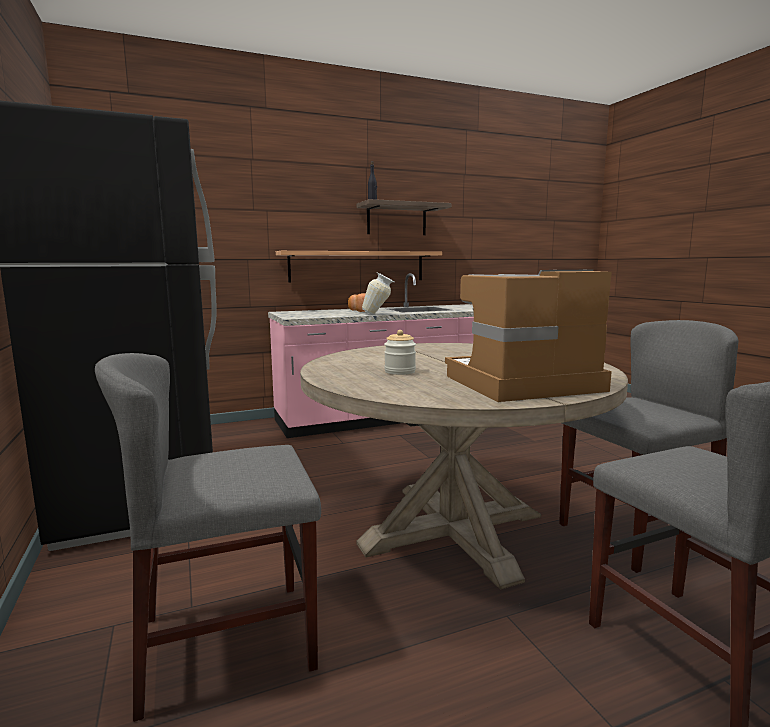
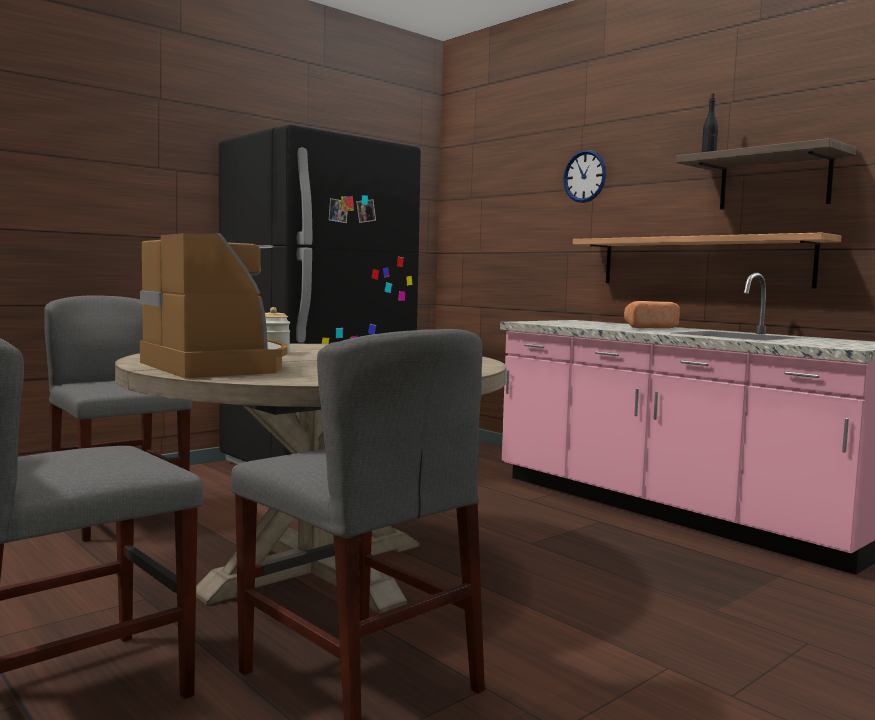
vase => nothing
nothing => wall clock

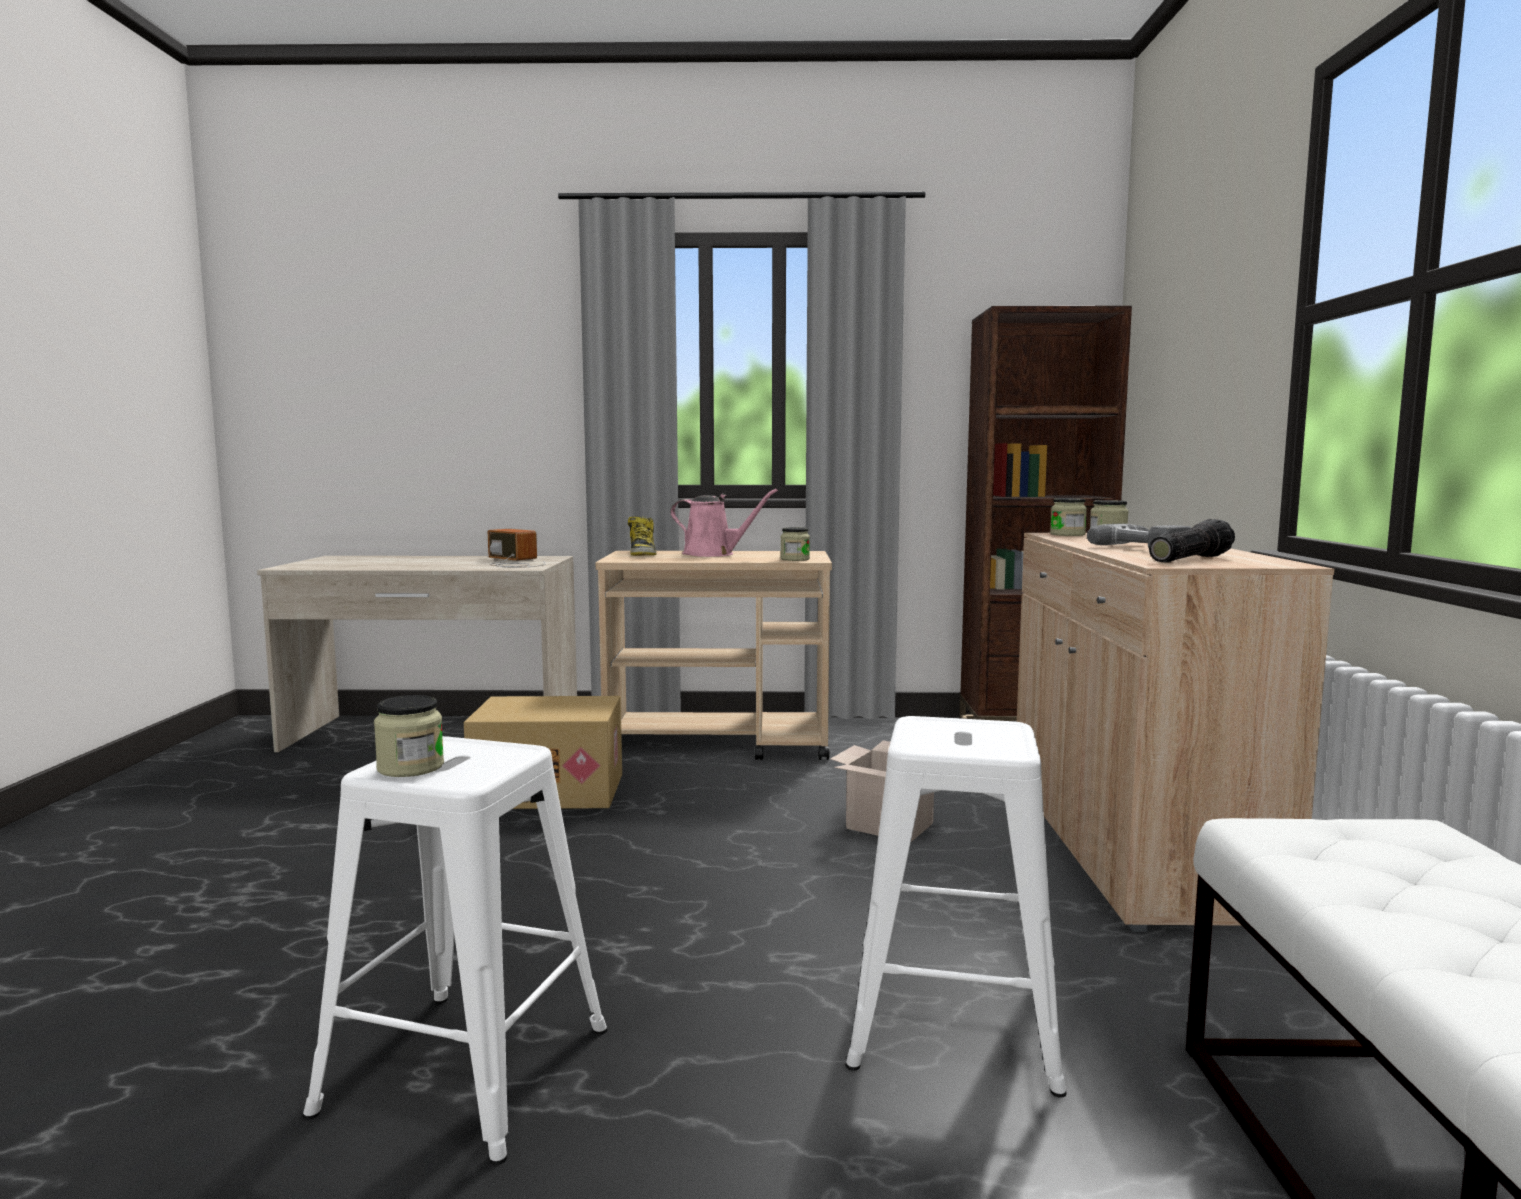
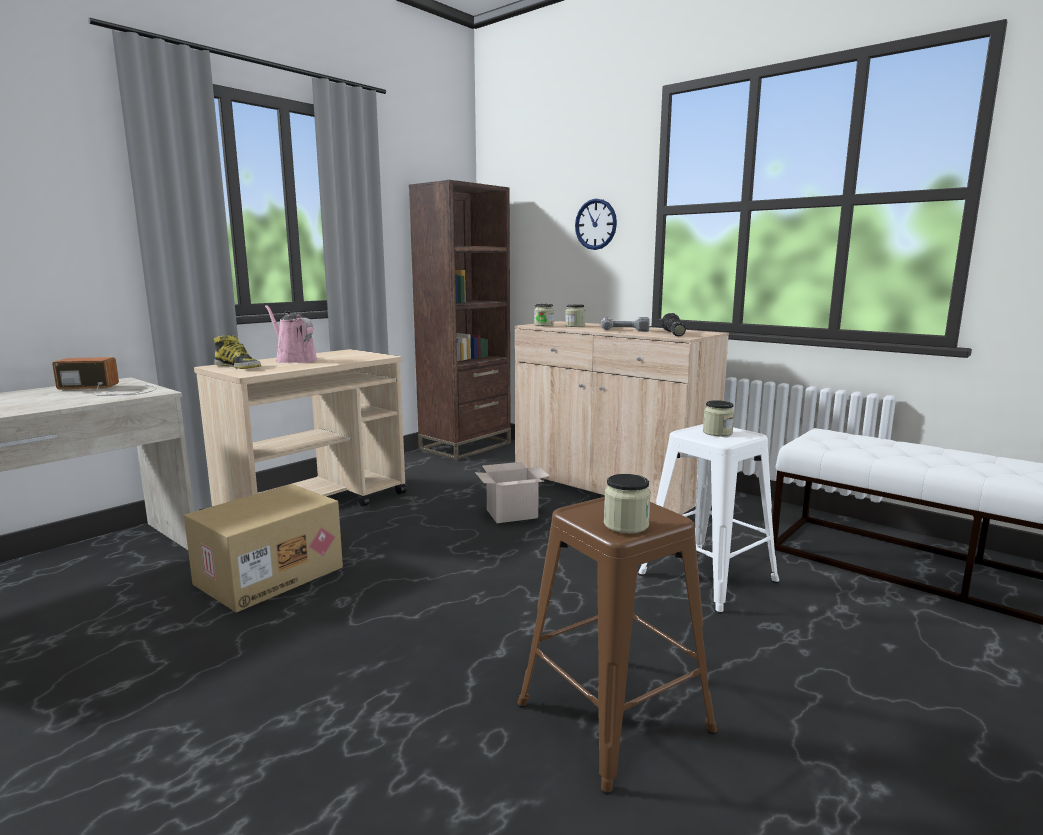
nothing => wall clock
jar (no. 2 from left in the first image) => jar (no. 4 from left), relocated
stool (white) (no. 1 from left) => stool (brown)
watering can (pink), 105 degrees counterclockwise

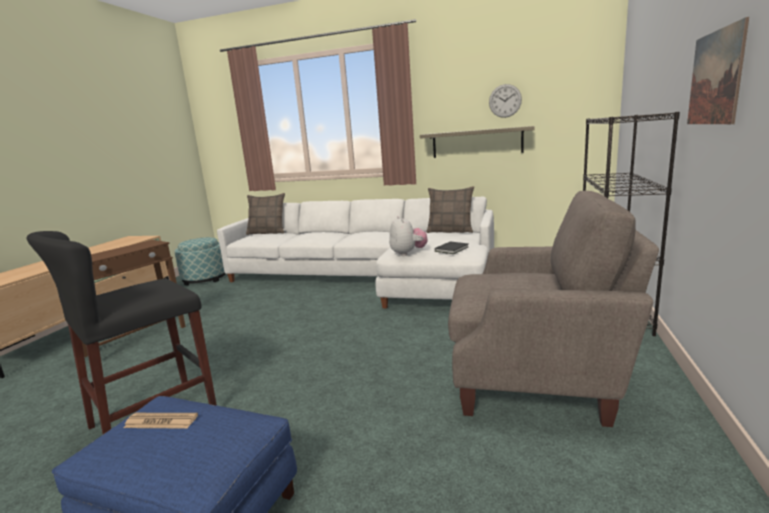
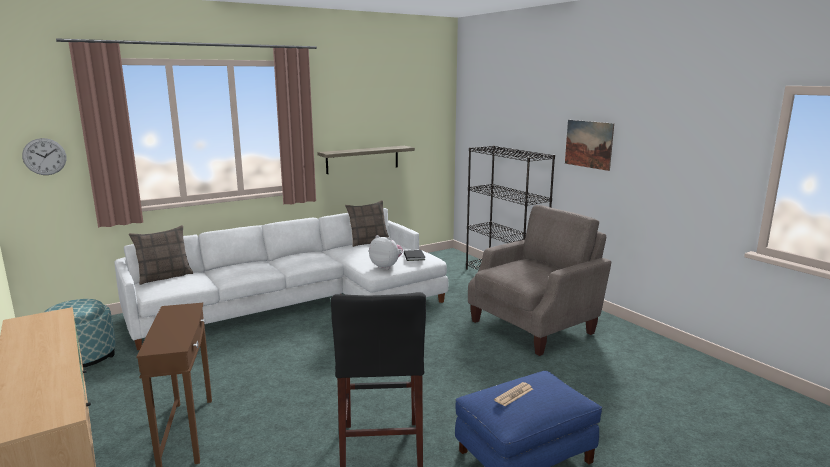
wall clock, relocated

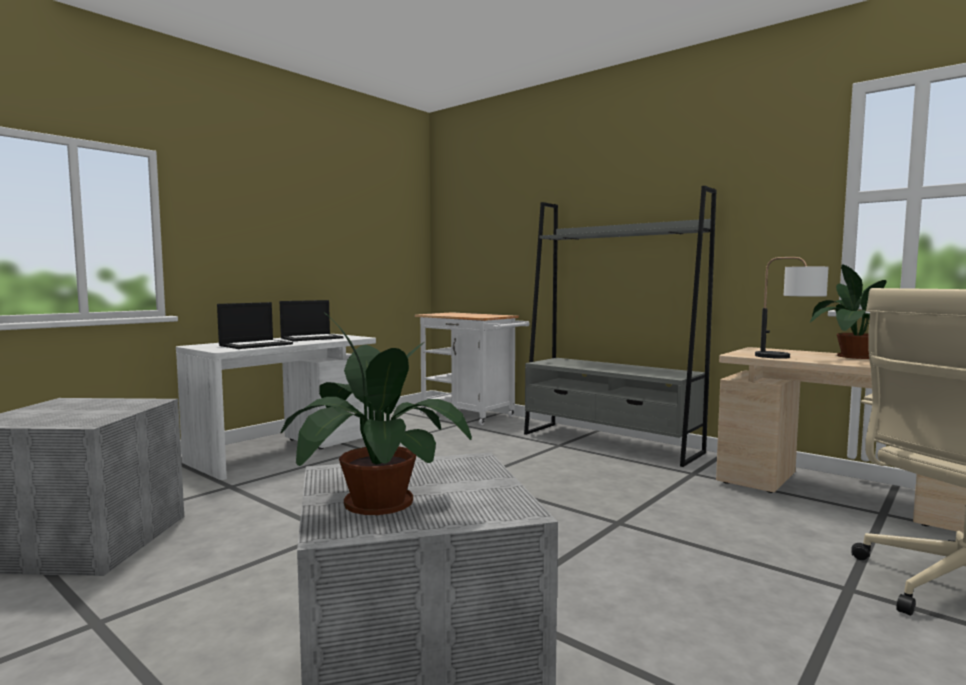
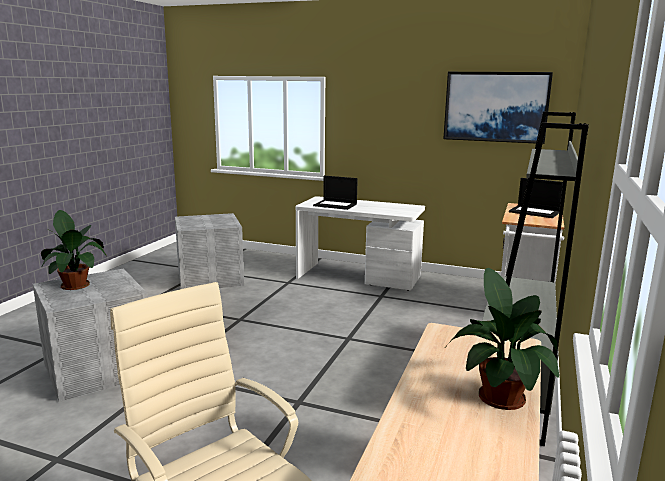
table lamp => nothing
nothing => picture
laptop (no. 2 from left), relocated

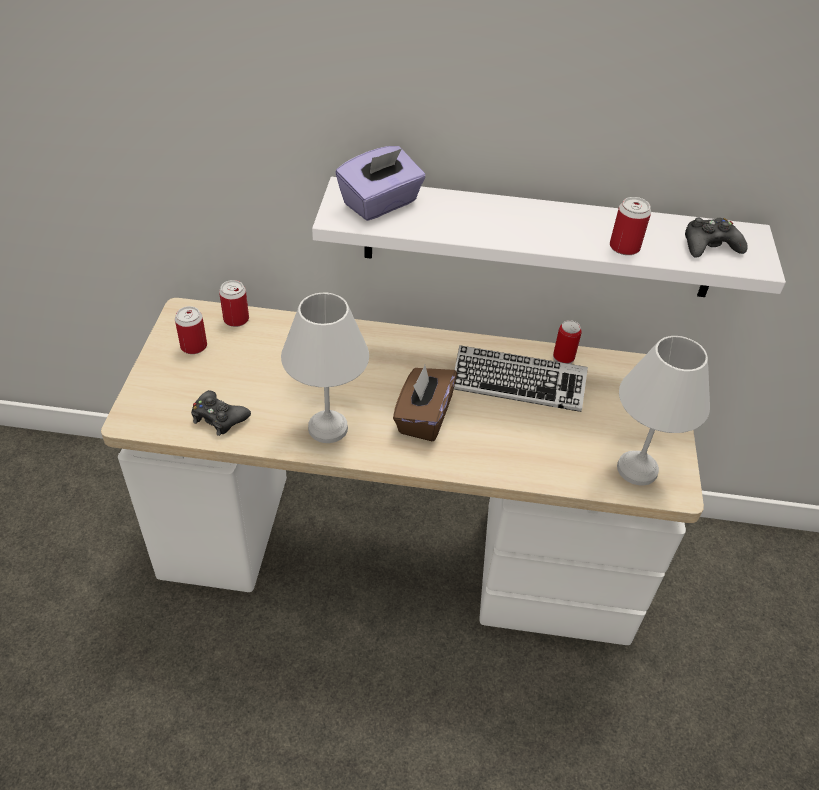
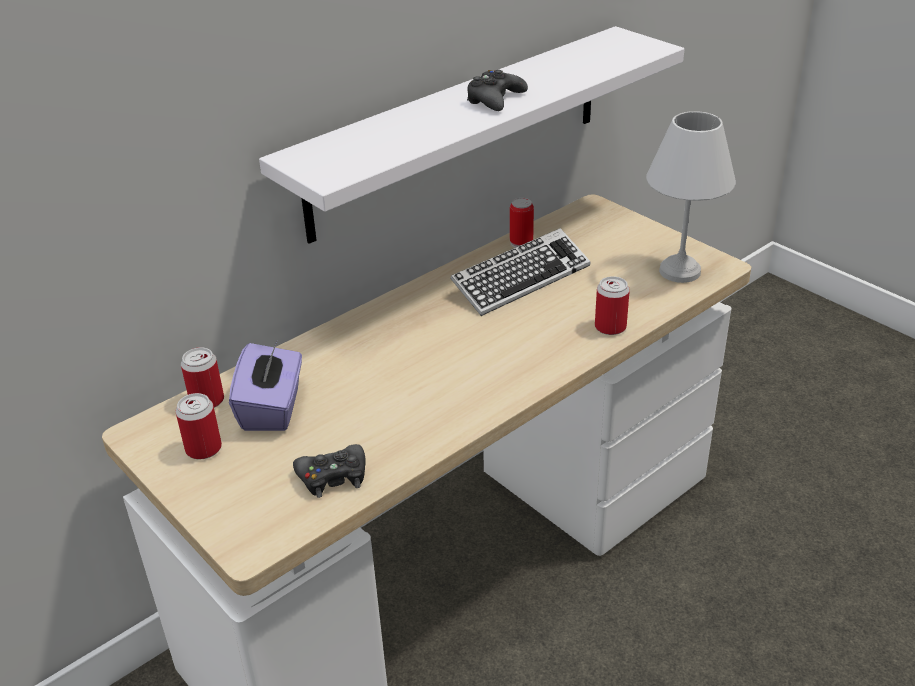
table lamp (white) (no. 1 from left) => nothing
tissue box (brown) => nothing
tissue box (purple), relocated
can (no. 4 from left), relocated
game controller (black) (no. 2 from left), relocated

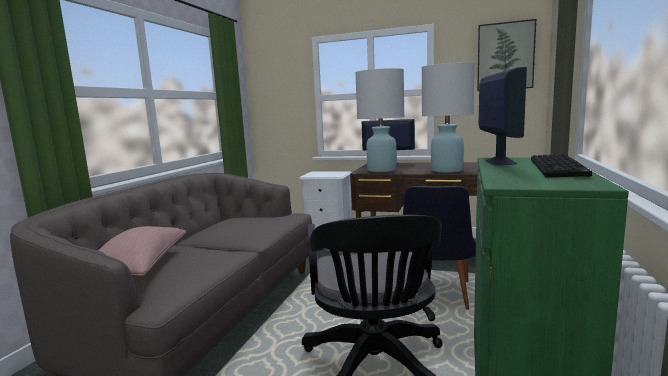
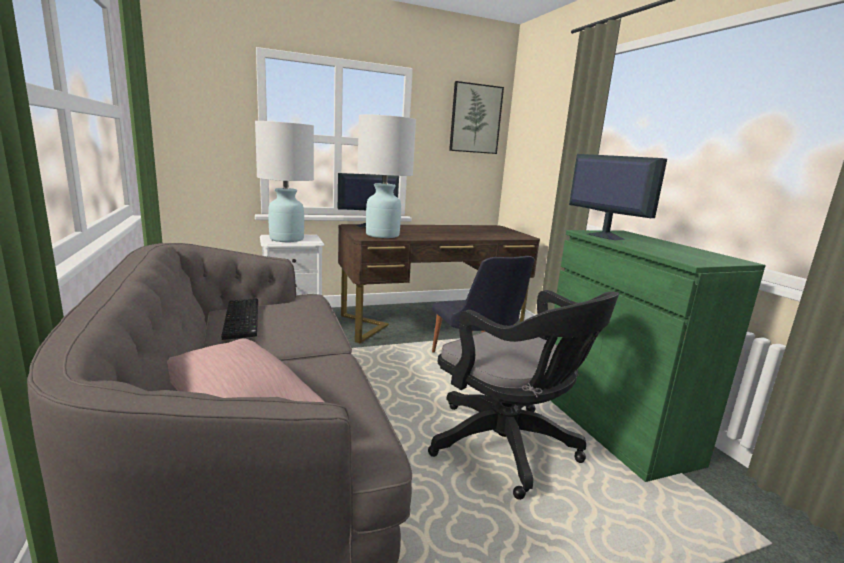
table lamp (white) (no. 2 from left in the first image) => table lamp (white) (no. 1 from left), relocated
keyboard, relocated

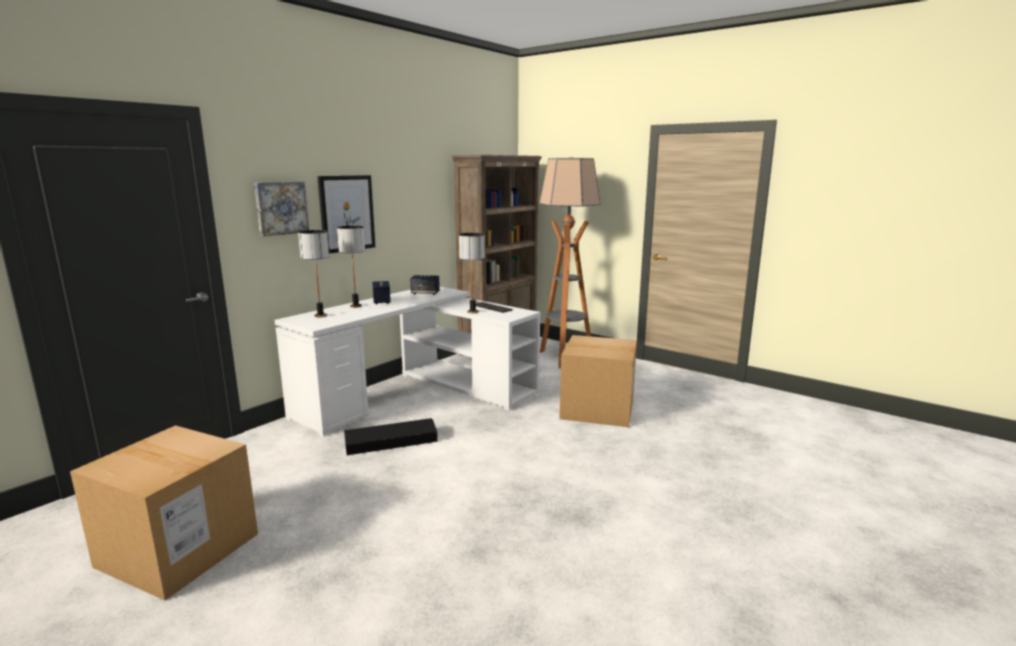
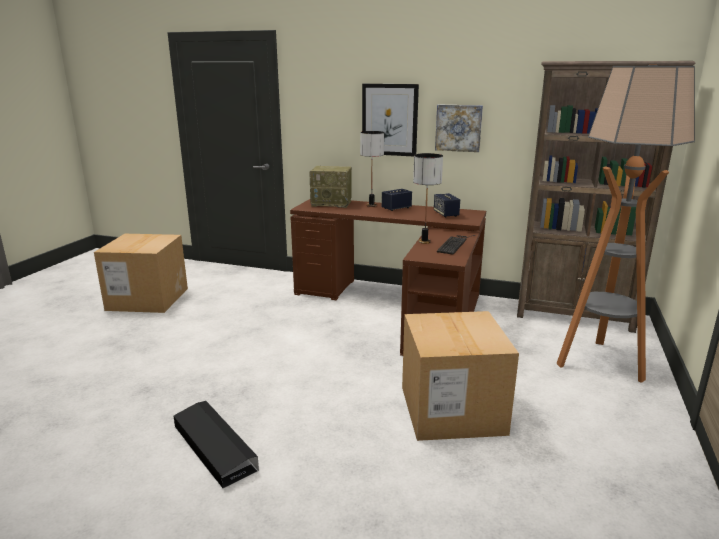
picture (no. 1 from left in the first image) => picture (no. 2 from left), relocated
storage box (black), relocated
table lamp (no. 1 from left) => radio
desk (white) => desk (brown)

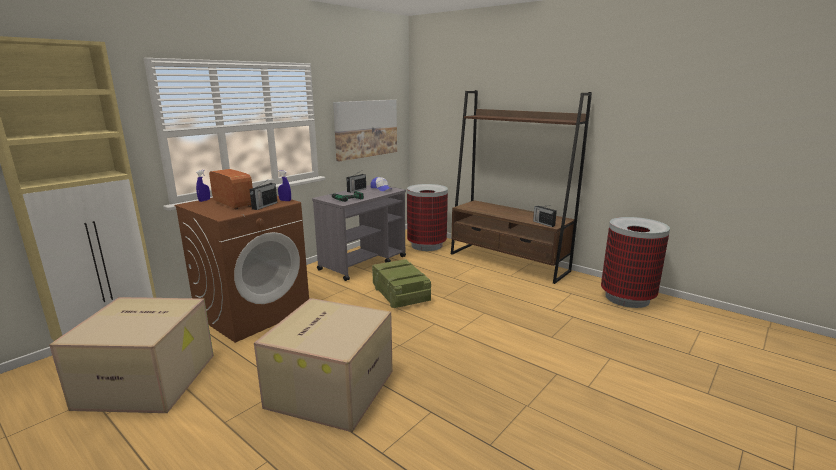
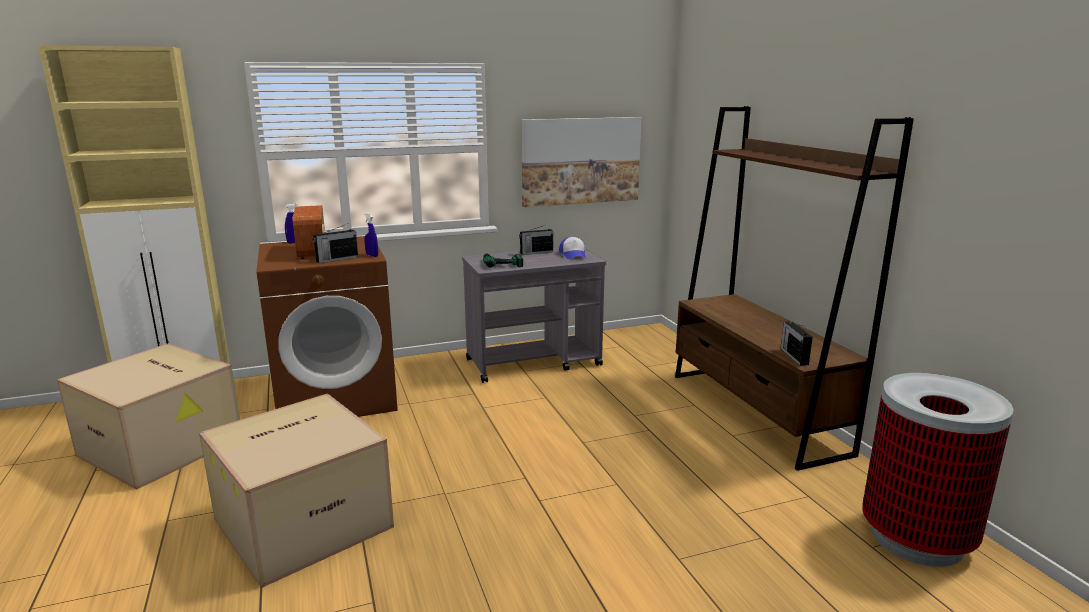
crate => nothing
trash can (no. 1 from left) => nothing

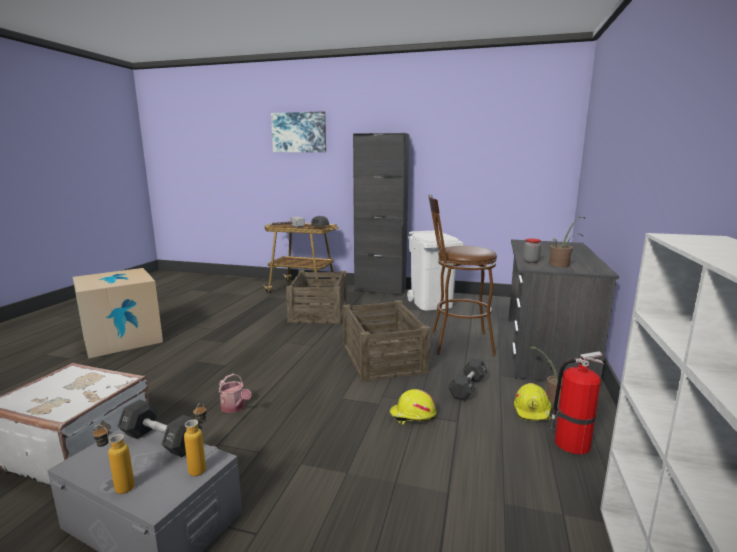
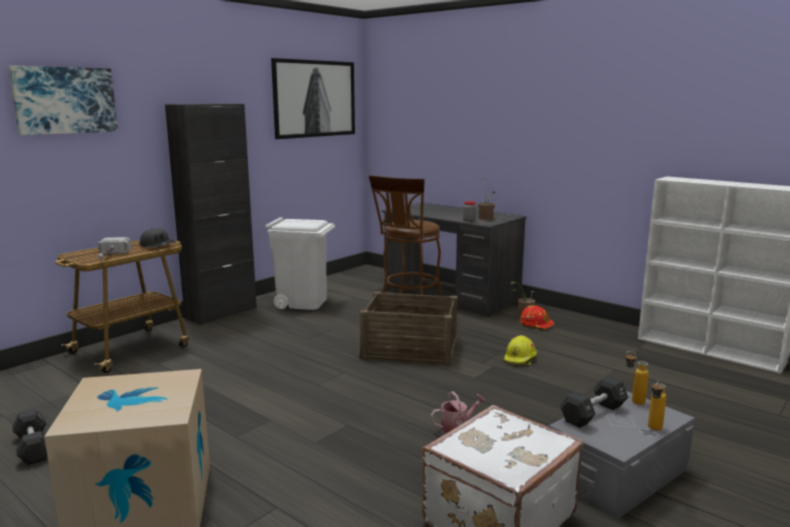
crate (no. 1 from left) => nothing
fire extinguisher => nothing
nothing => picture (no. 2 from left)
dumbbell (black) (no. 2 from left in the first image) => dumbbell (black) (no. 1 from left), relocated
hard hat (yellow) (no. 2 from left) => hard hat (red)

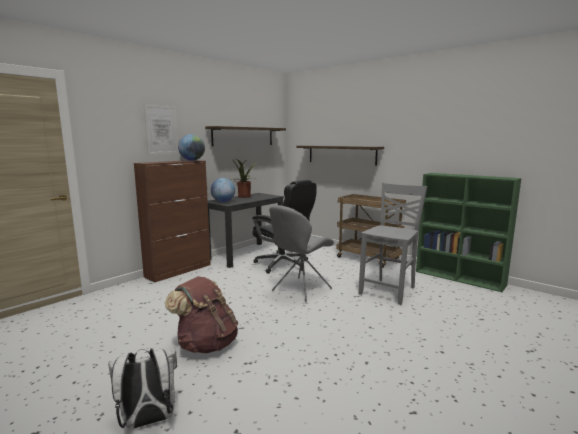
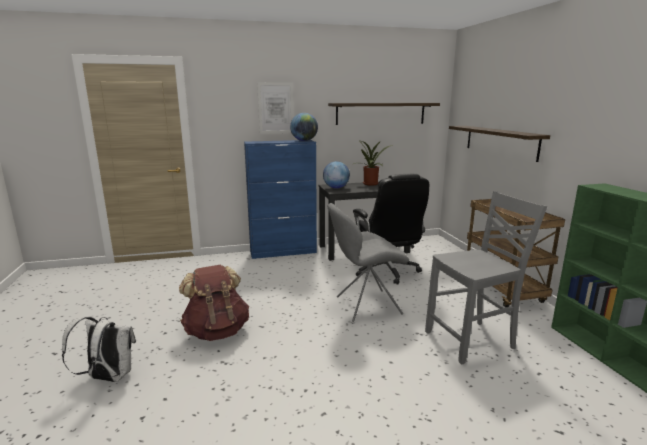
cabinet (brown) => cabinet (blue)

